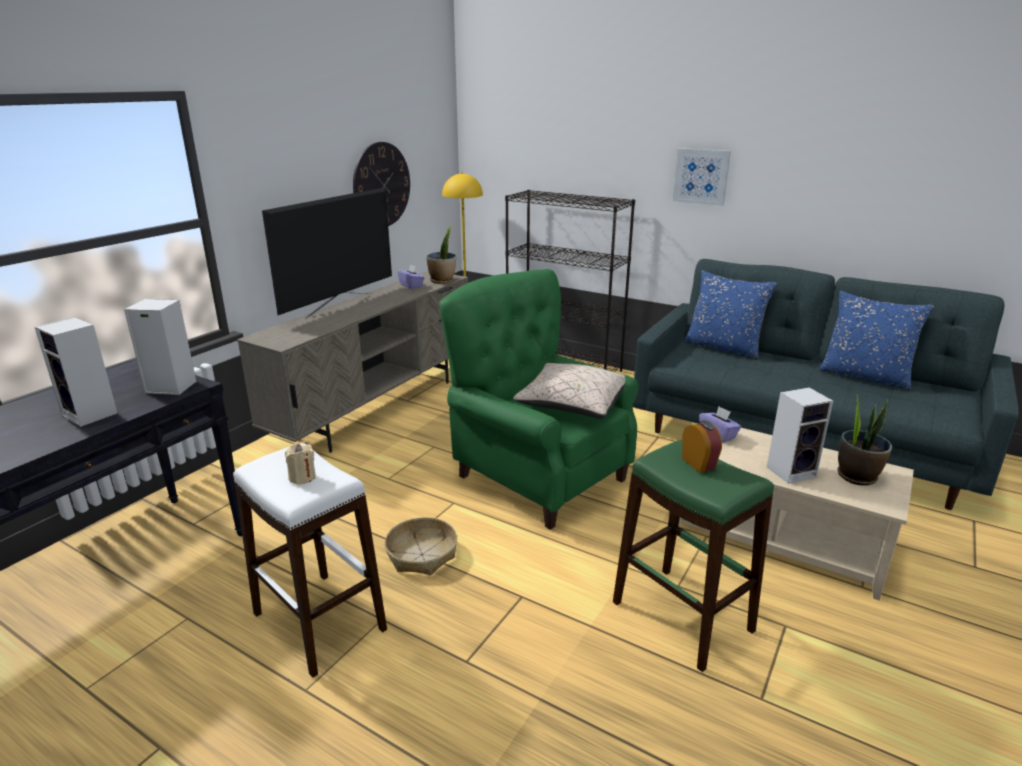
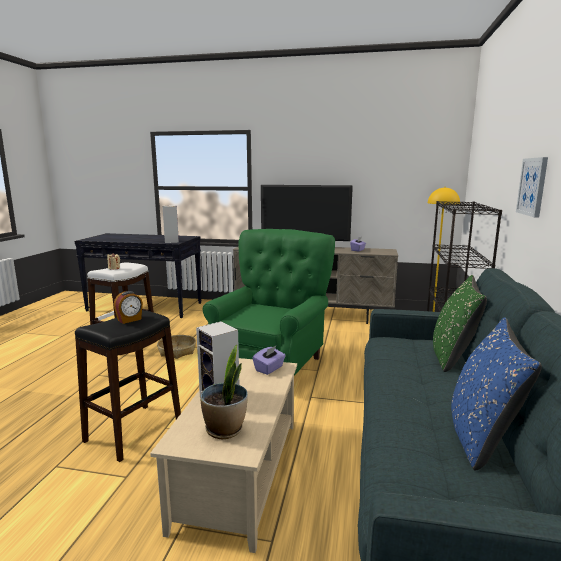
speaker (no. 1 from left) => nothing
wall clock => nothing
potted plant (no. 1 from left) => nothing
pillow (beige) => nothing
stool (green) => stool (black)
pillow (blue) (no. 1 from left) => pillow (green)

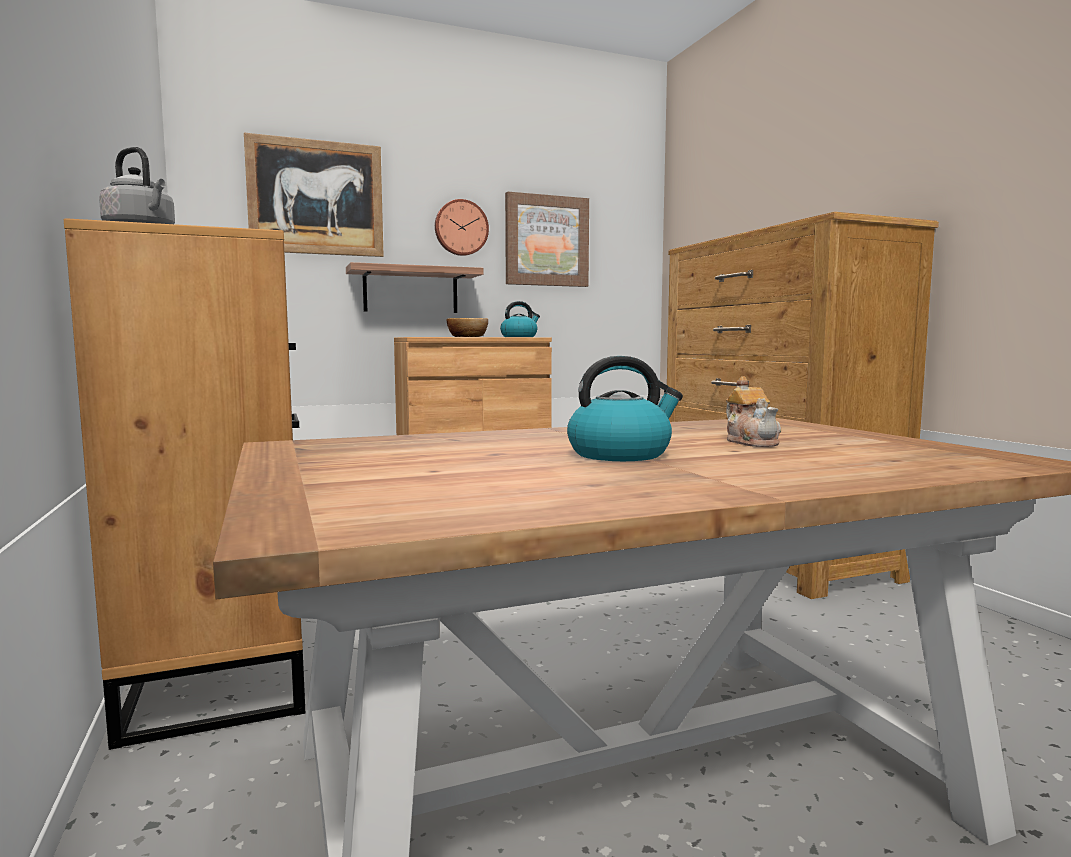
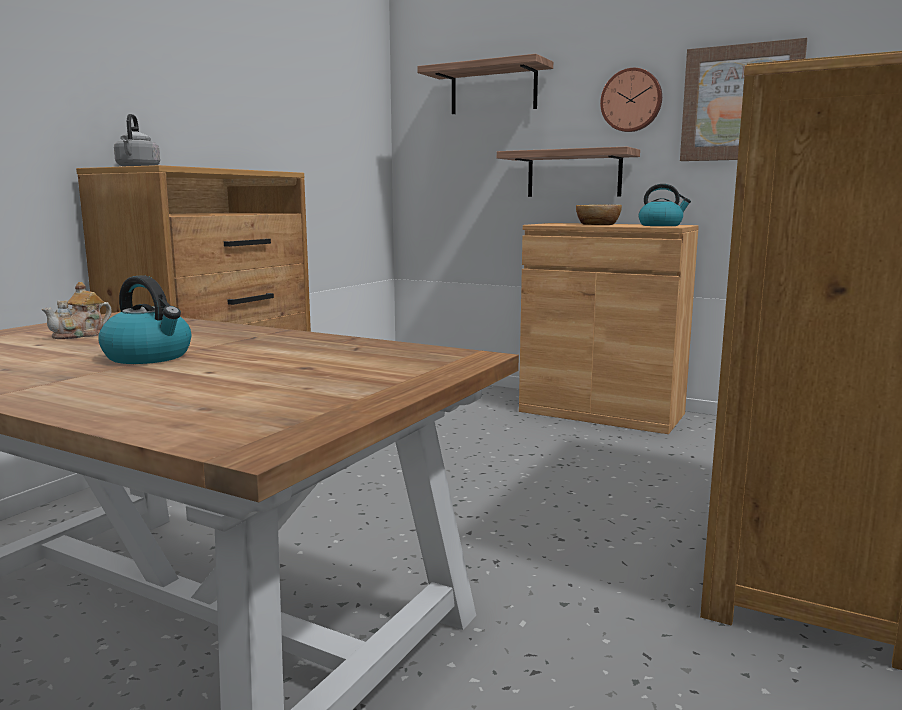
teapot, relocated
picture (no. 1 from left) => shelf (no. 1 from left)

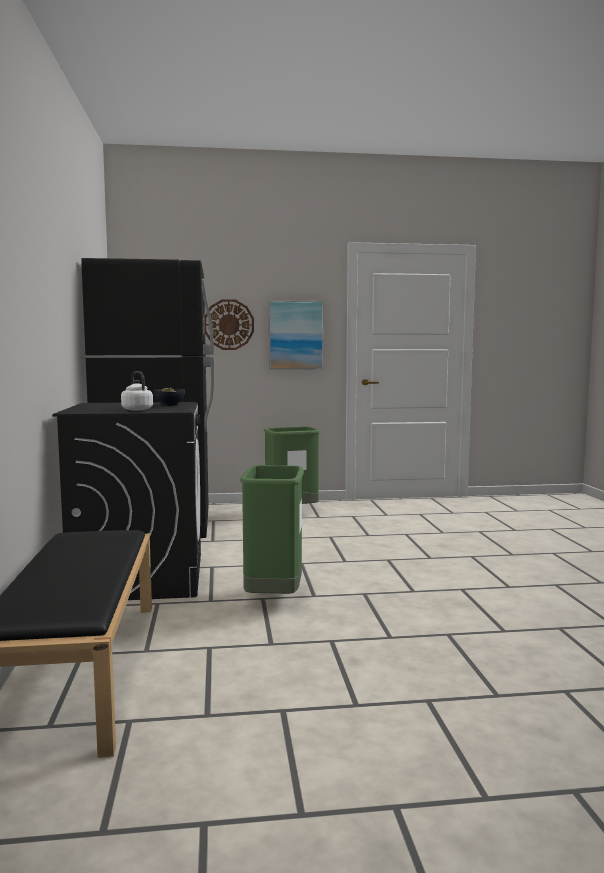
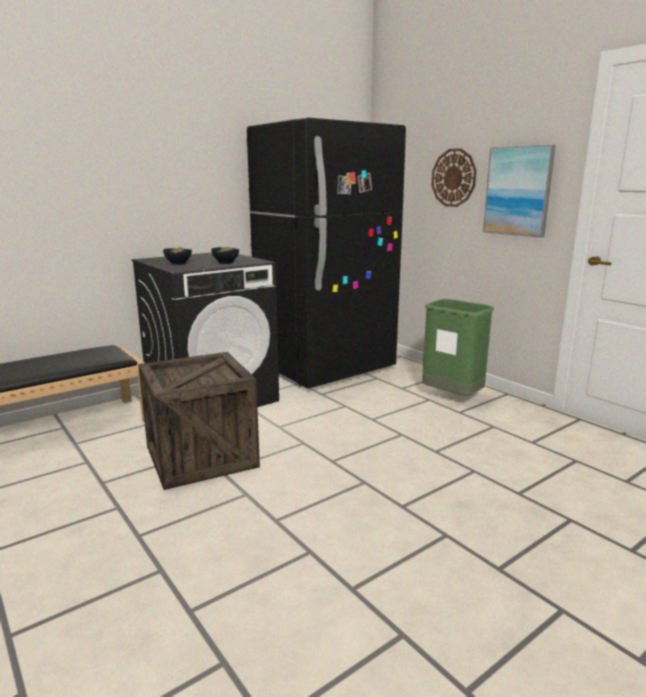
kettle (white) => bowl (no. 1 from left)
trash can (green) (no. 1 from left) => crate

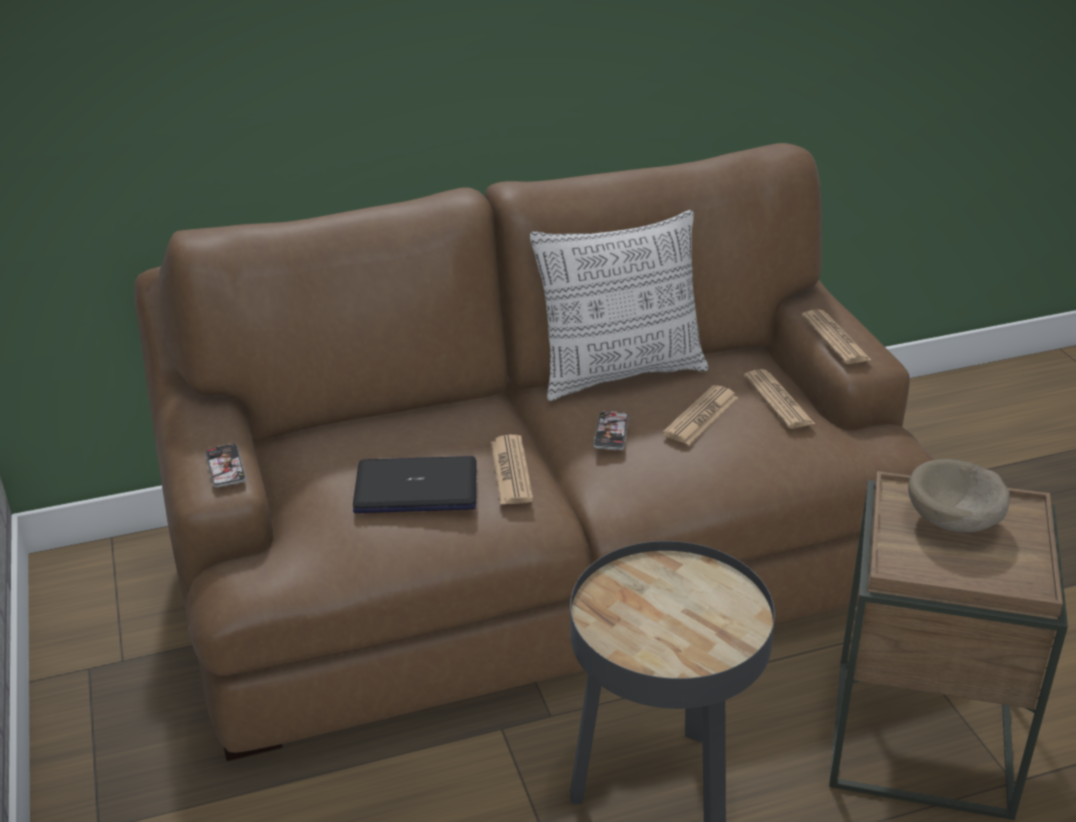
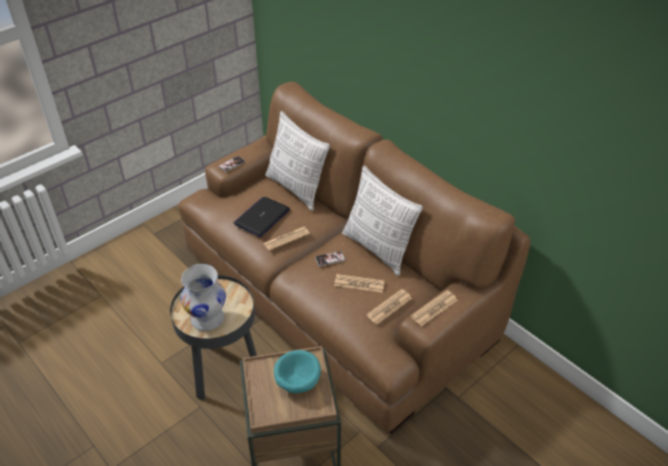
nothing => vase (white)
nothing => pillow (no. 1 from left)
bowl (beige) => bowl (turquoise)
laptop, 120 degrees counterclockwise

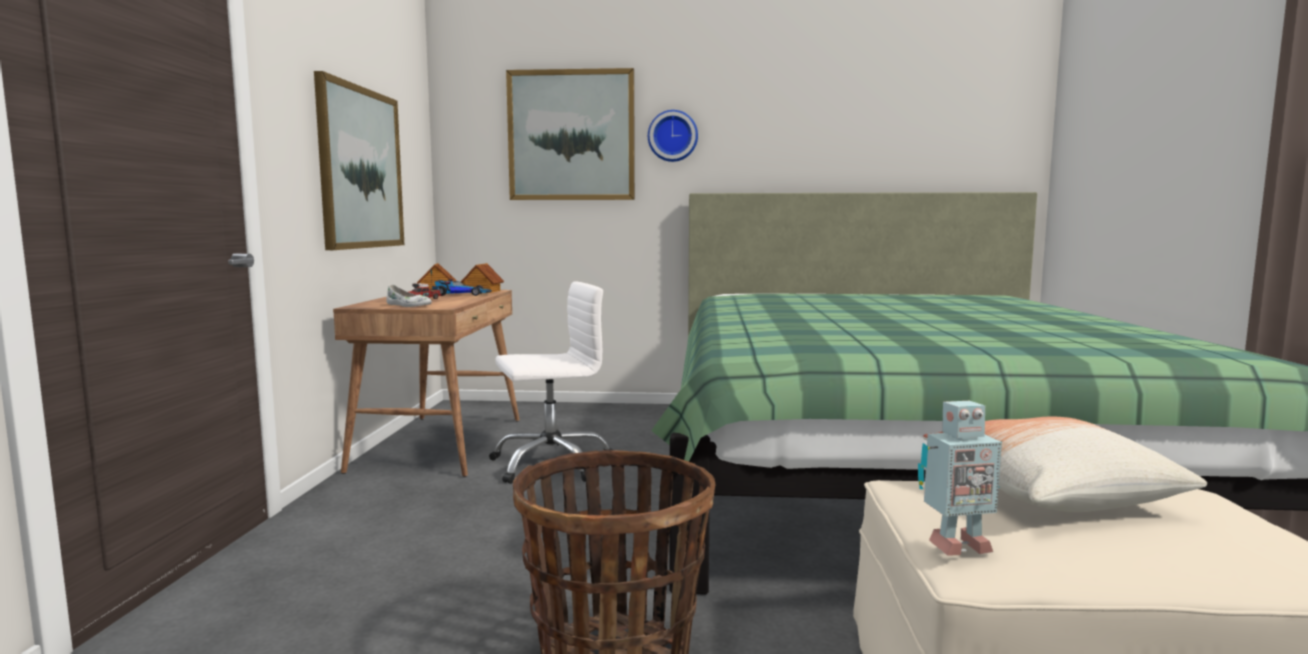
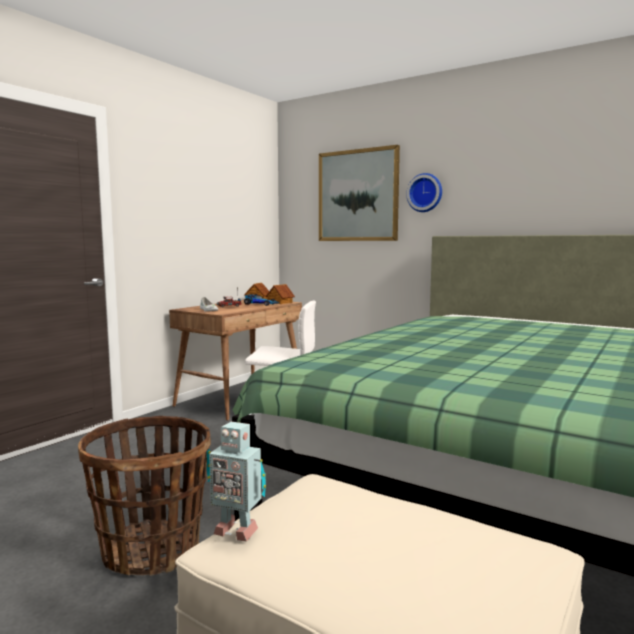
picture (no. 1 from left) => nothing
pillow => nothing

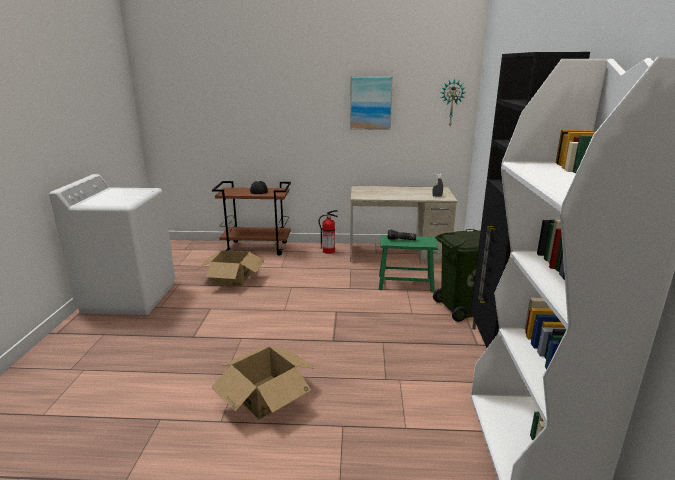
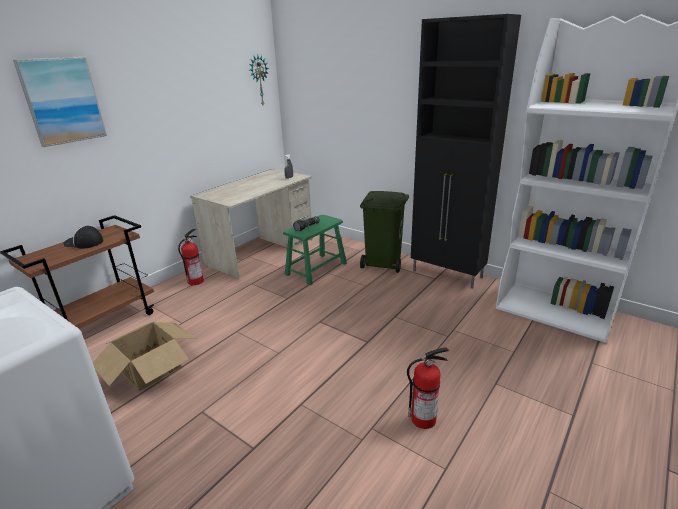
picture, relocated
cardboard box (no. 2 from left) => fire extinguisher (no. 2 from left)

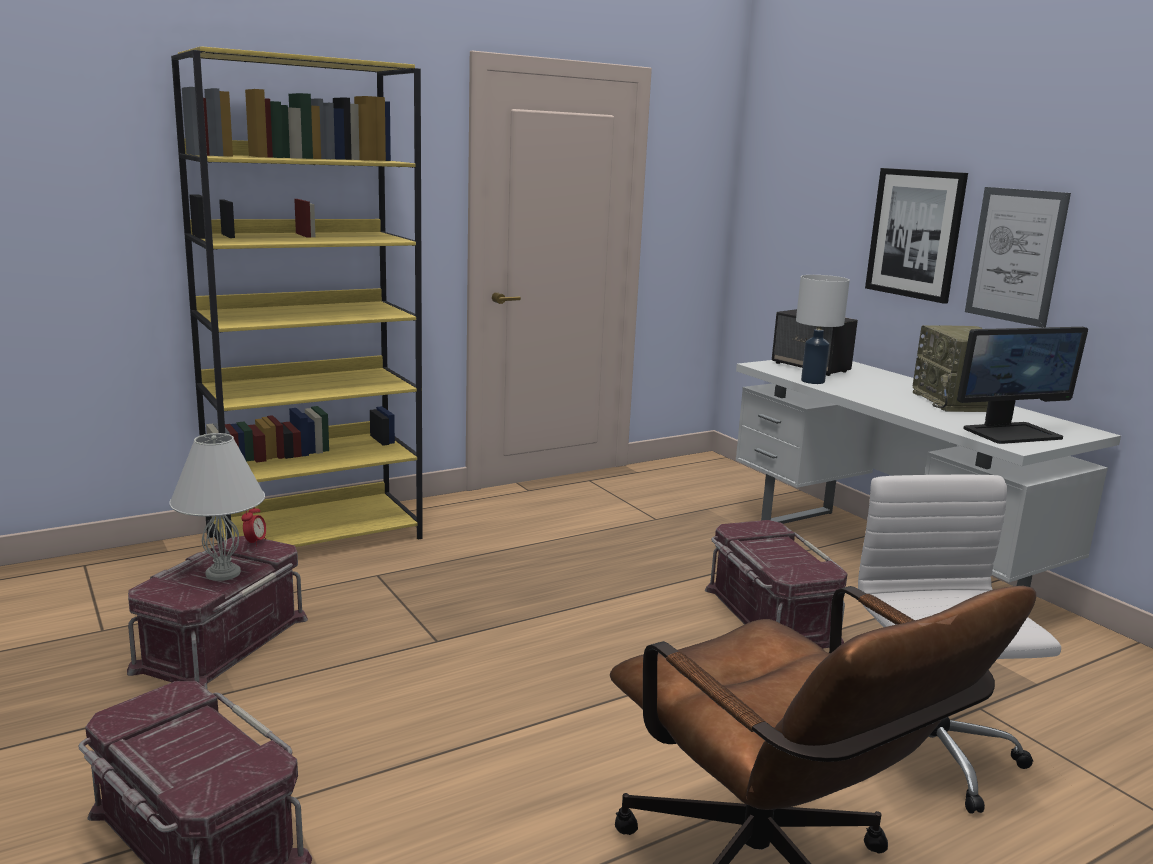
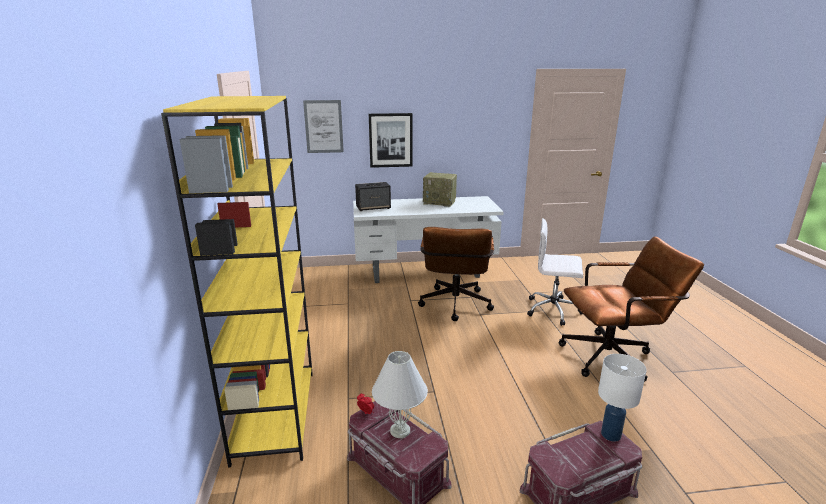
monitor => nothing
table lamp (white) (no. 2 from left), relocated
picture (no. 2 from left in the first image) => picture (no. 1 from left), relocated
storage box (red) (no. 3 from left) => office chair (brown) (no. 1 from left)

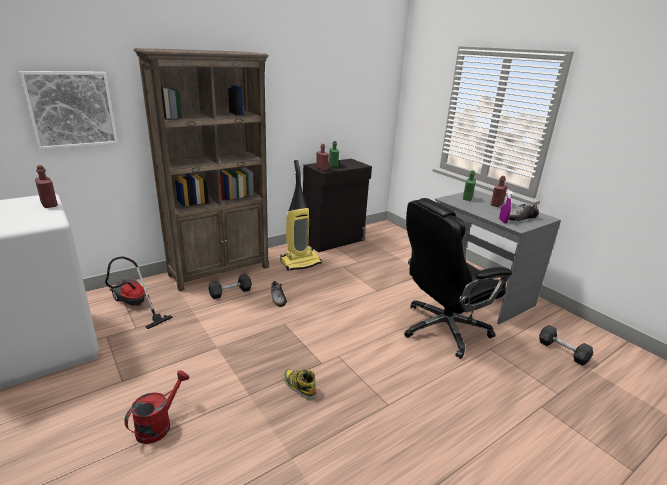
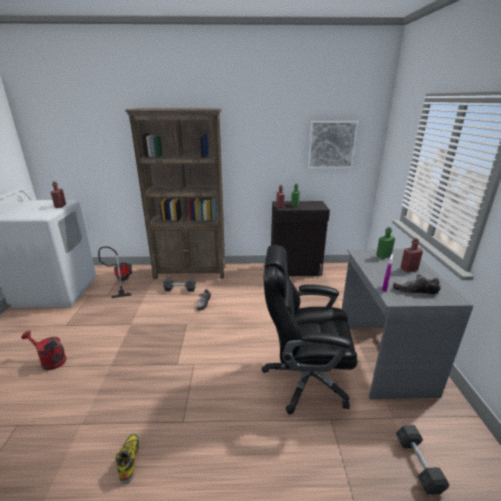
vacuum cleaner (no. 2 from left) => nothing
picture, relocated
boot, relocated
watering can (red), 135 degrees counterclockwise

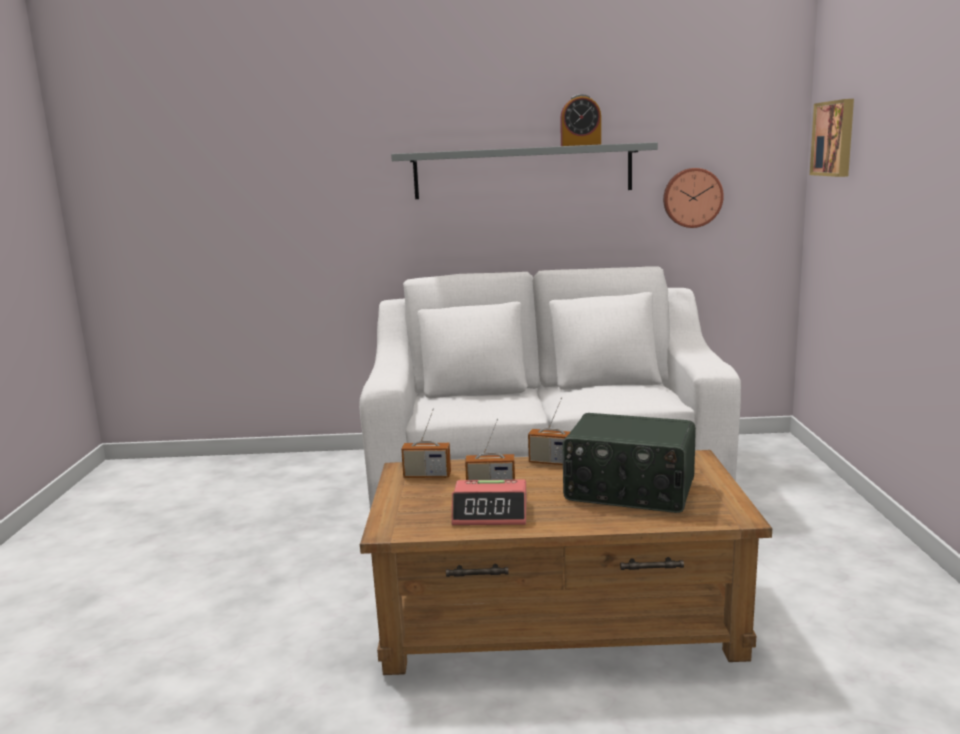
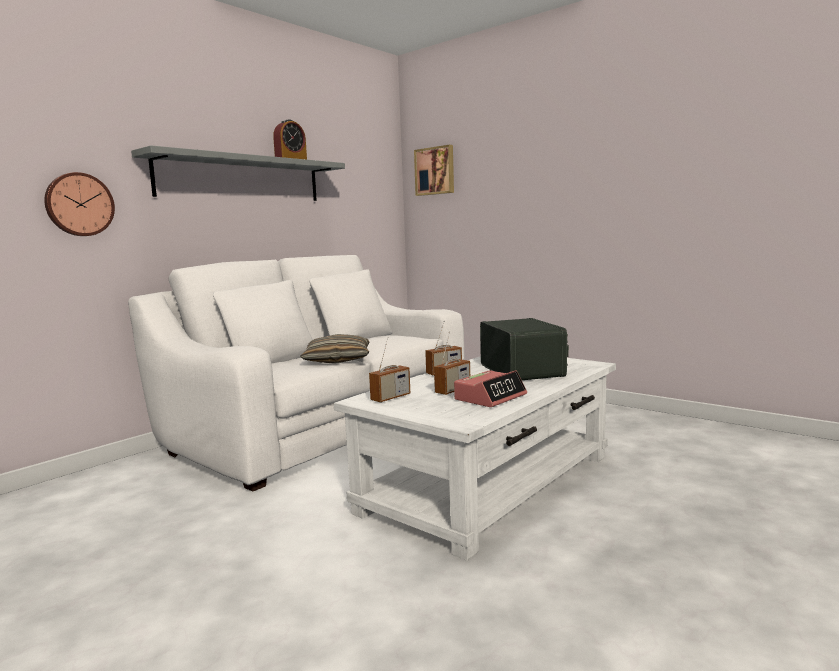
nothing => pillow
wall clock, relocated
coffee table (brown) => coffee table (white)
radio (no. 4 from left), 75 degrees counterclockwise

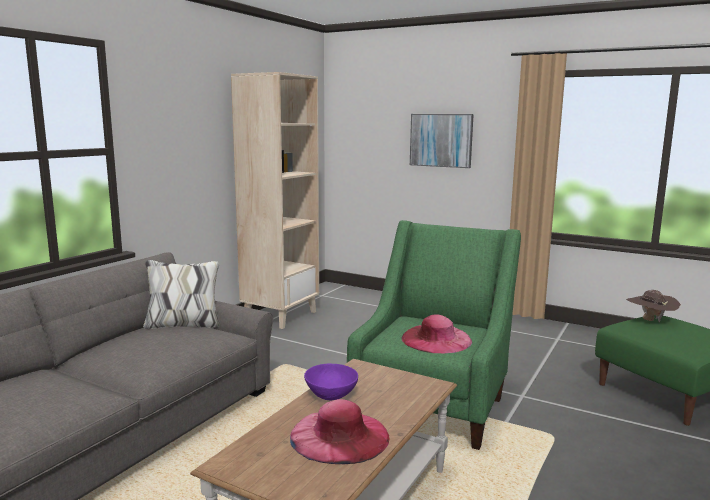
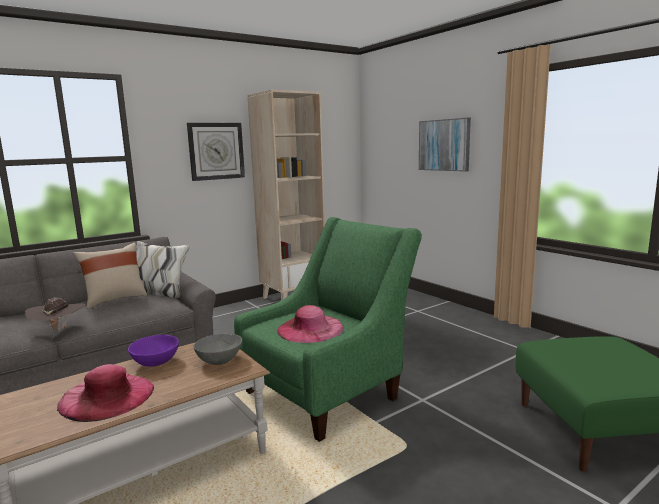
nothing => pillow (beige)
nothing => wall clock
nothing => bowl (grey)
hat (brown), relocated

